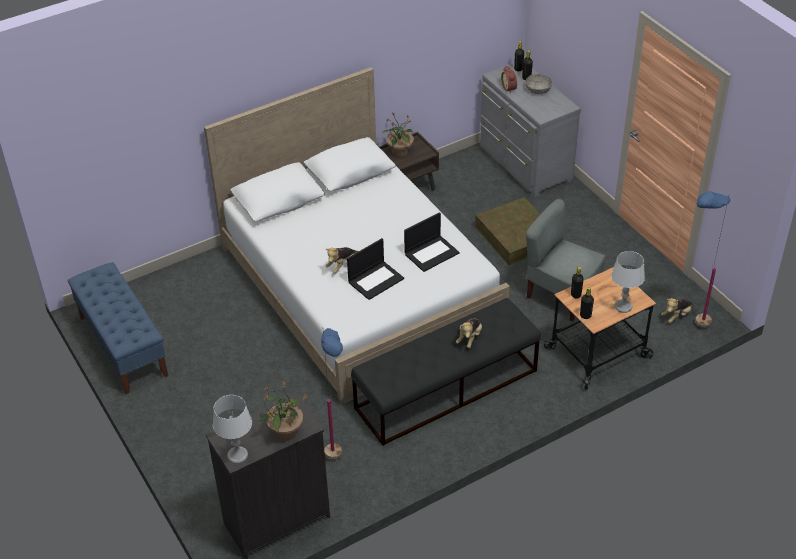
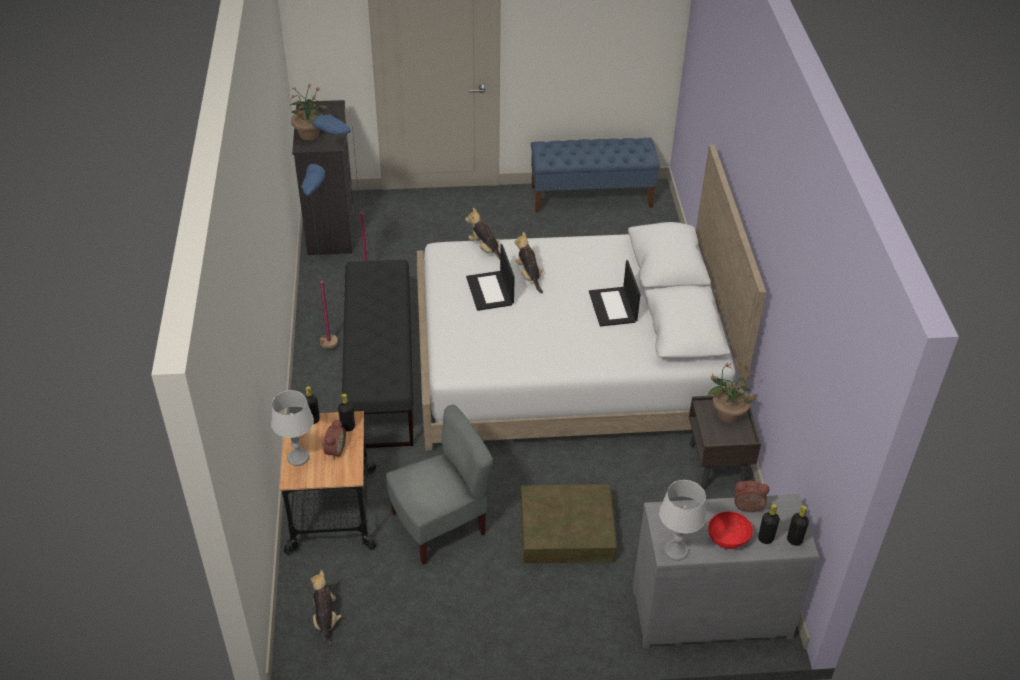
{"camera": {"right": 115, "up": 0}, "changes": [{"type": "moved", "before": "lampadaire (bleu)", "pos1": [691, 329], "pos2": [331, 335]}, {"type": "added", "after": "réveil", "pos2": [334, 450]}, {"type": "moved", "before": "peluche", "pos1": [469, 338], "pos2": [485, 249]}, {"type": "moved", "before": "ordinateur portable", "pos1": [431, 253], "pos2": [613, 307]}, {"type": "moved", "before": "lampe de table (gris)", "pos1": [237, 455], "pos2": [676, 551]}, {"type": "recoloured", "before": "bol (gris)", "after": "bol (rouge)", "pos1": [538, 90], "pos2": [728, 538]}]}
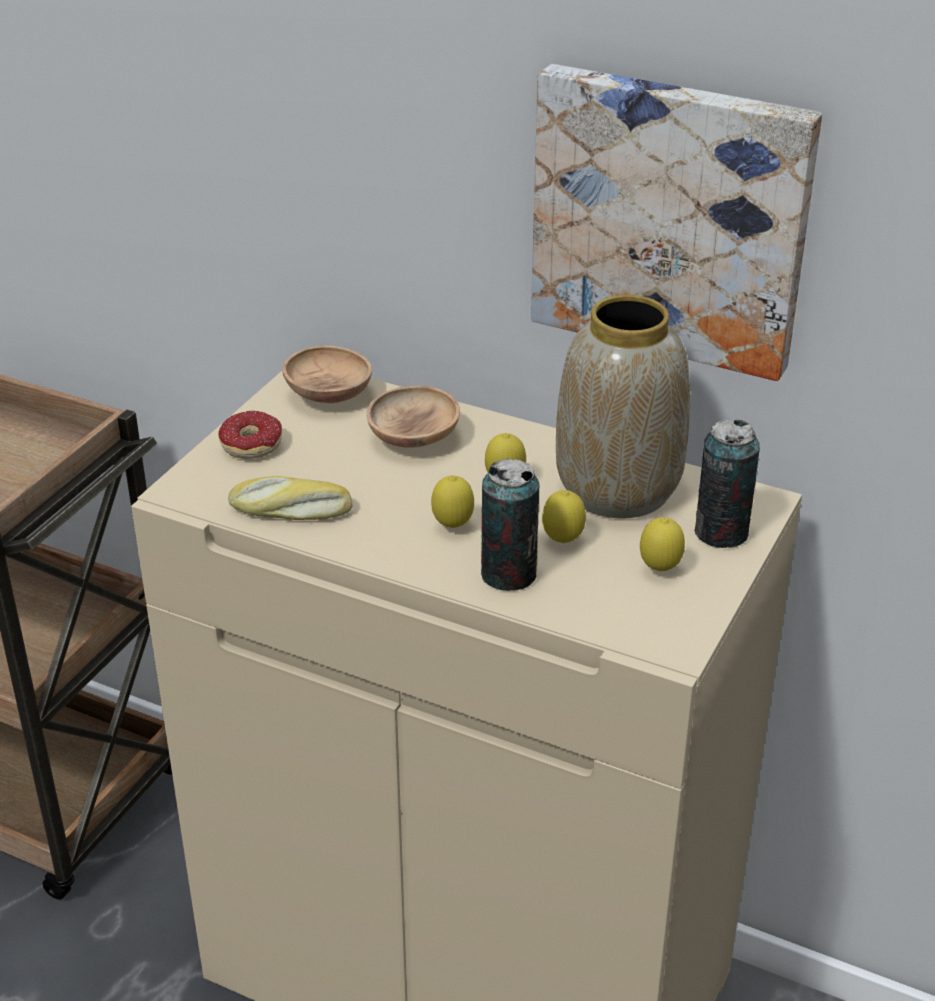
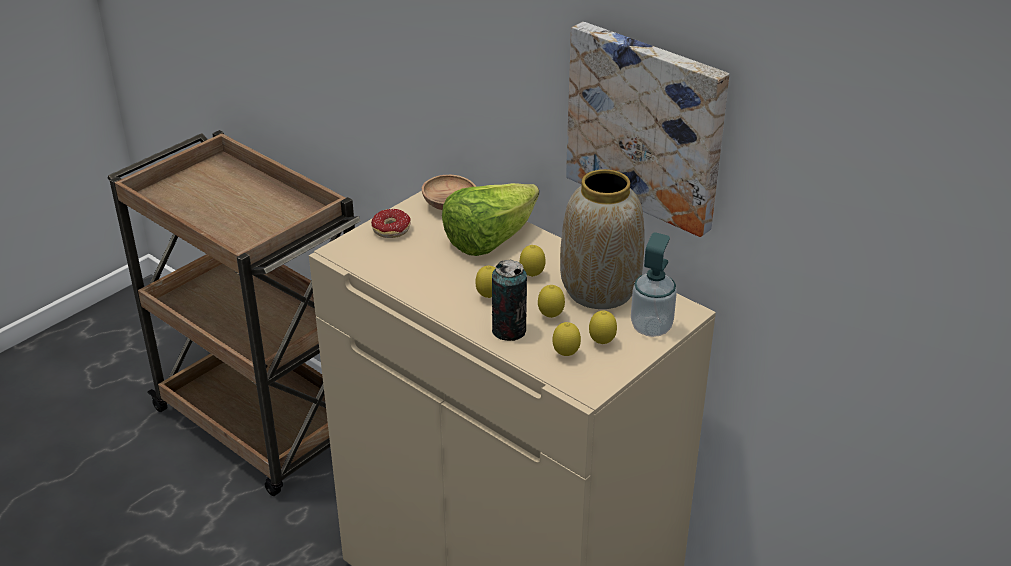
{"camera": {"right": 15, "up": 0}, "changes": [{"type": "replaced", "before": "bol (marron)", "after": "laitue", "pos1": [414, 438], "pos2": [489, 240]}, {"type": "added", "after": "citron", "pos2": [566, 355]}, {"type": "replaced", "before": "boîte métallique", "after": "distributeur de savon", "pos1": [721, 533], "pos2": [651, 327]}, {"type": "removed", "before": "pain", "pos1": [290, 512]}]}
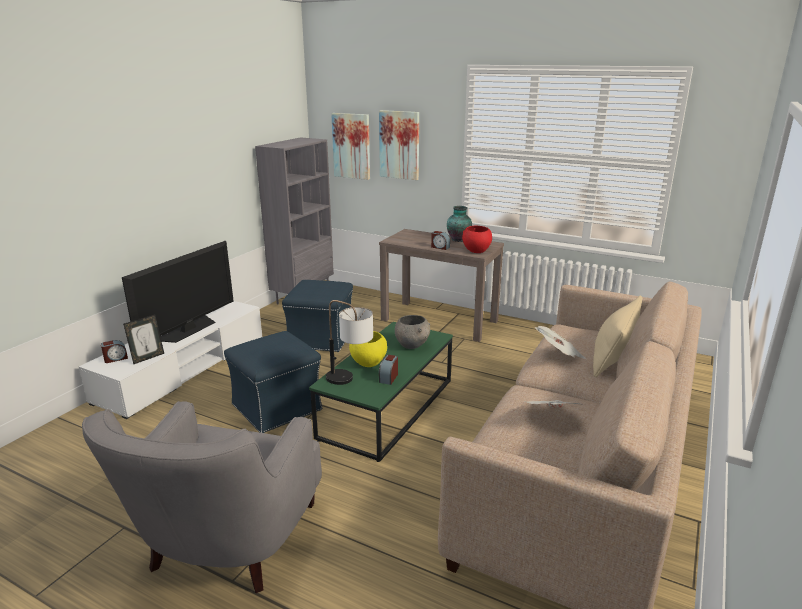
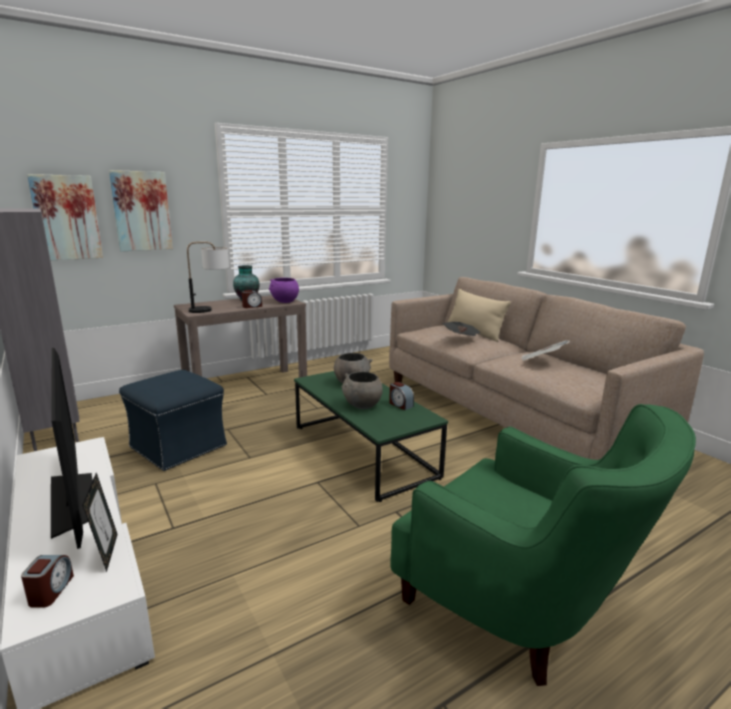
{"camera": {"right": -60, "up": -5}, "changes": [{"type": "moved", "before": "lampe de table", "pos1": [350, 382], "pos2": [211, 309]}, {"type": "recoloured", "before": "bol (rouge)", "after": "bol (violet)", "pos1": [476, 251], "pos2": [284, 301]}, {"type": "recoloured", "before": "bol (jaune)", "after": "bol (gris)", "pos1": [368, 362], "pos2": [362, 405]}, {"type": "recoloured", "before": "fauteuil (gris)", "after": "fauteuil (vert)", "pos1": [226, 544], "pos2": [519, 605]}, {"type": "removed", "before": "pouf (bleu)", "pos1": [277, 407]}]}
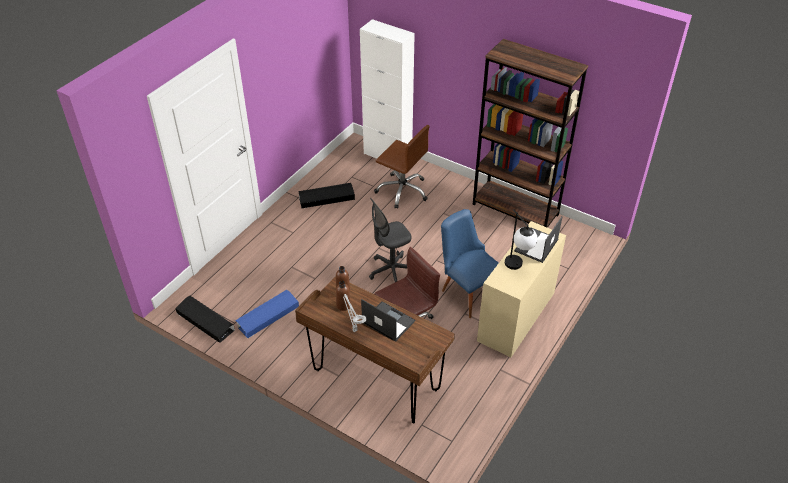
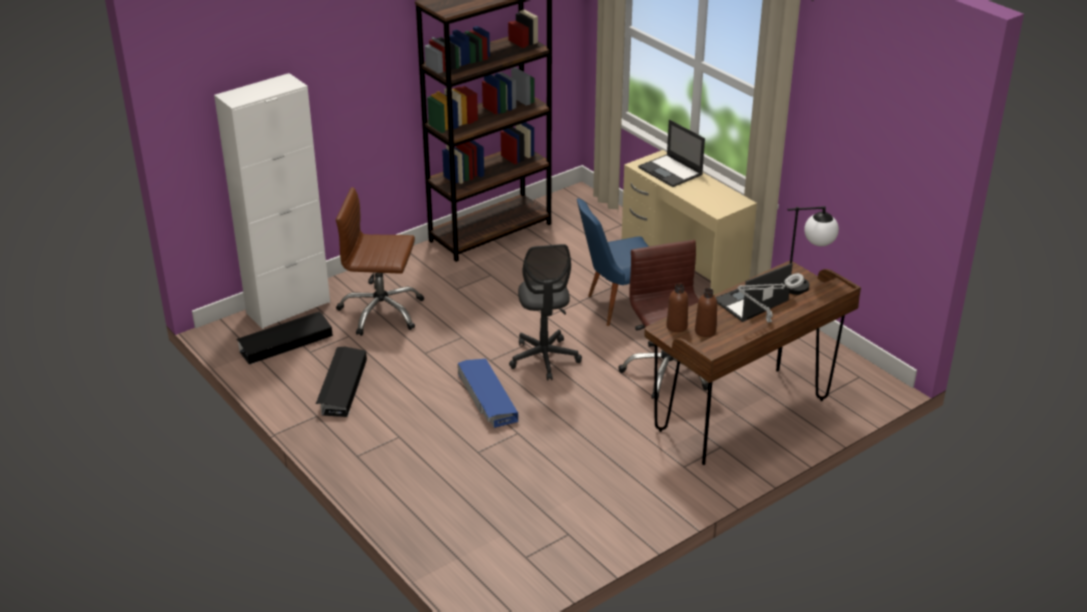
{"camera": {"right": -70, "up": -10}, "changes": [{"type": "moved", "before": "boîte de rangement (noir)", "pos1": [205, 321], "pos2": [285, 343]}, {"type": "turned", "before": "chaise de bureau (marron)", "pos1": [402, 190], "pos2": [381, 312], "turn": -135}, {"type": "moved", "before": "boîte de rangement (bleu)", "pos1": [267, 316], "pos2": [487, 398]}, {"type": "moved", "before": "lampe de table", "pos1": [517, 268], "pos2": [806, 286]}]}
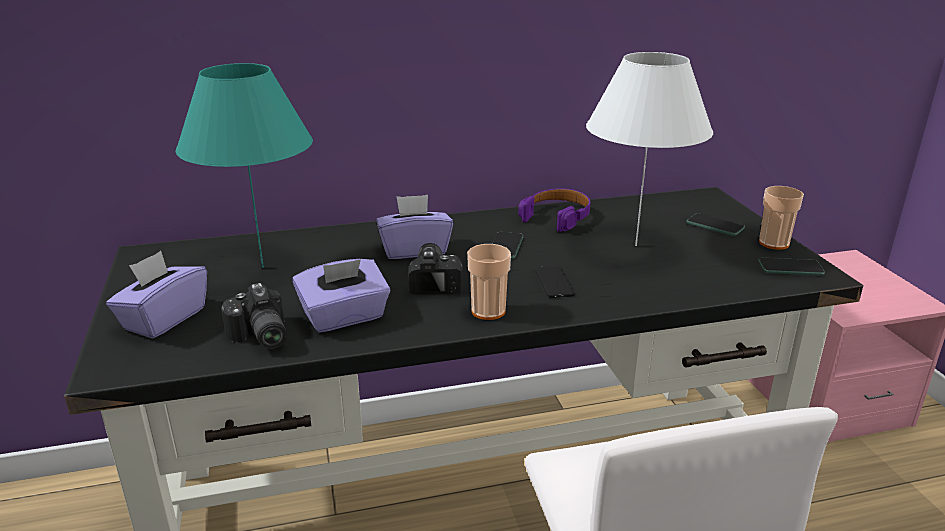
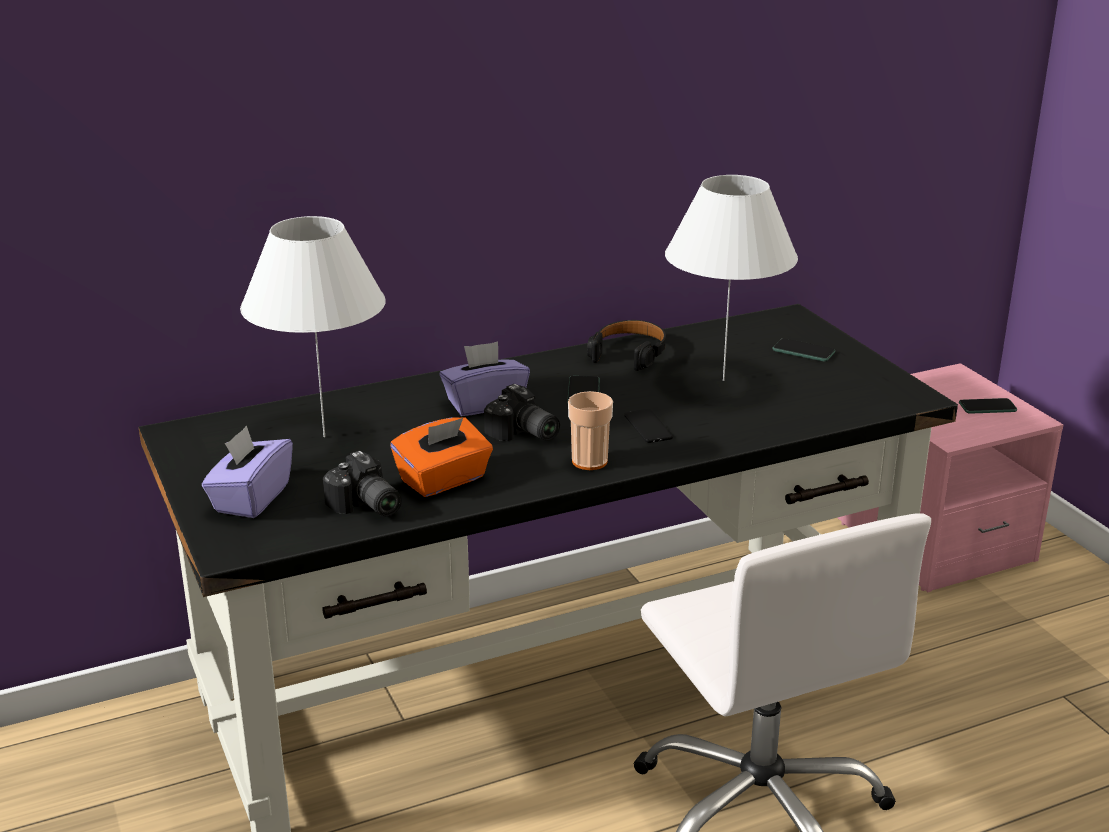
{"camera": {"right": -10, "up": 0}, "changes": [{"type": "recoloured", "before": "lampe de table (turquoise)", "after": "lampe de table (blanc)", "pos1": [263, 267], "pos2": [324, 436]}, {"type": "recoloured", "before": "boîte à mouchoirs (violet)", "after": "boîte à mouchoirs (orange)", "pos1": [344, 317], "pos2": [443, 480]}, {"type": "turned", "before": "appareil photo", "pos1": [436, 280], "pos2": [523, 434], "turn": 150}, {"type": "recoloured", "before": "casque audio (violet)", "after": "casque audio (noir)", "pos1": [557, 216], "pos2": [629, 353]}, {"type": "moved", "before": "téléphone", "pos1": [790, 268], "pos2": [987, 407]}, {"type": "removed", "before": "tasse", "pos1": [774, 243]}]}
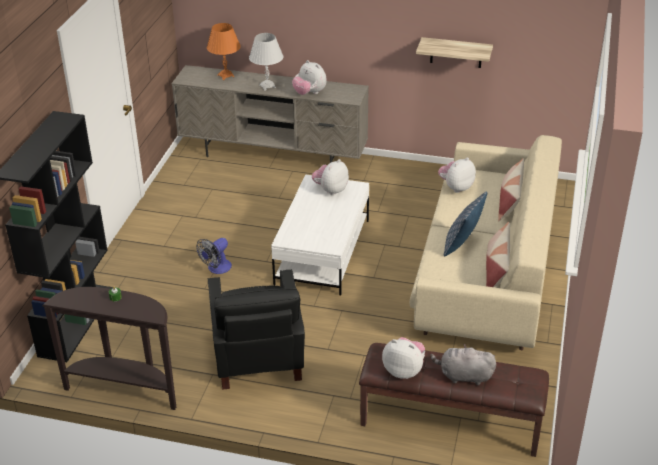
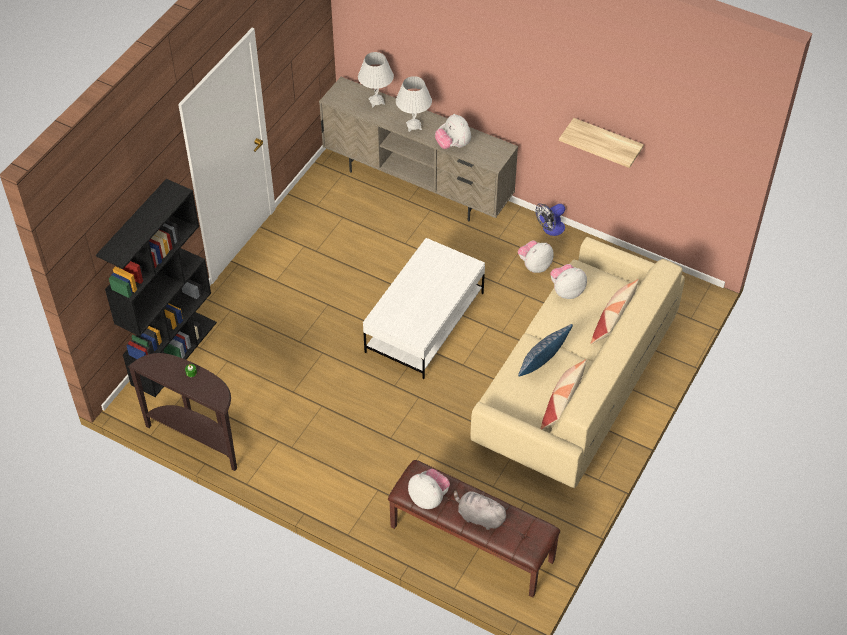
{"camera": {"right": 15, "up": 15}, "changes": [{"type": "recoloured", "before": "lampe de table (orange)", "after": "lampe de table (blanc)", "pos1": [225, 76], "pos2": [376, 101]}, {"type": "moved", "before": "peluche", "pos1": [330, 190], "pos2": [534, 265]}, {"type": "moved", "before": "ventilateur", "pos1": [216, 269], "pos2": [550, 229]}, {"type": "removed", "before": "fauteuil (noir)", "pos1": [257, 359]}]}
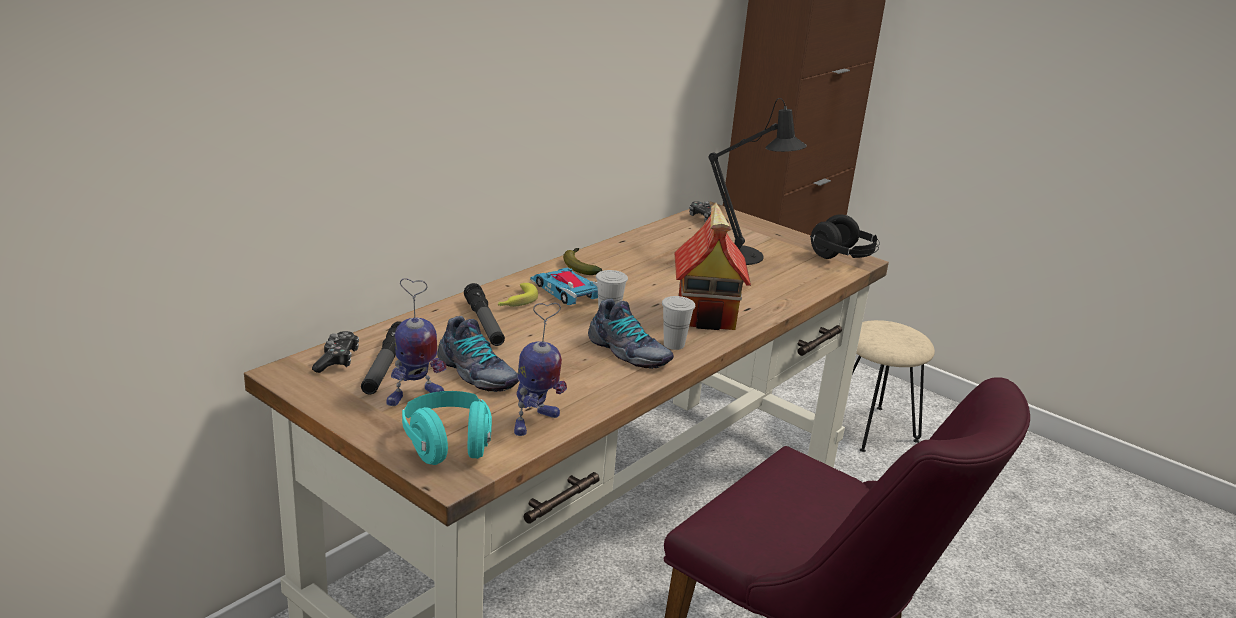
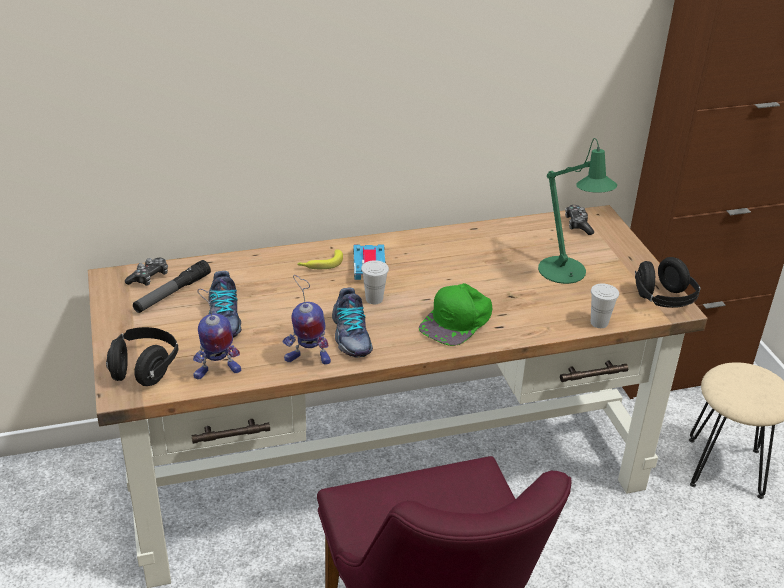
{"camera": {"right": 35, "up": 10}, "changes": [{"type": "recoloured", "before": "casque audio (turquoise)", "after": "casque audio (noir)", "pos1": [448, 445], "pos2": [144, 369]}, {"type": "moved", "before": "robot jouet", "pos1": [414, 397], "pos2": [307, 359]}, {"type": "replaced", "before": "maison miniature", "after": "casquette (vert)", "pos1": [707, 314], "pos2": [457, 321]}, {"type": "recoloured", "before": "lampe de table (noir)", "after": "lampe de table (vert)", "pos1": [745, 257], "pos2": [566, 274]}, {"type": "moved", "before": "tasse (blanc)", "pos1": [674, 344], "pos2": [599, 323]}, {"type": "removed", "before": "lampe de poche", "pos1": [484, 323]}, {"type": "removed", "before": "banane", "pos1": [579, 266]}]}
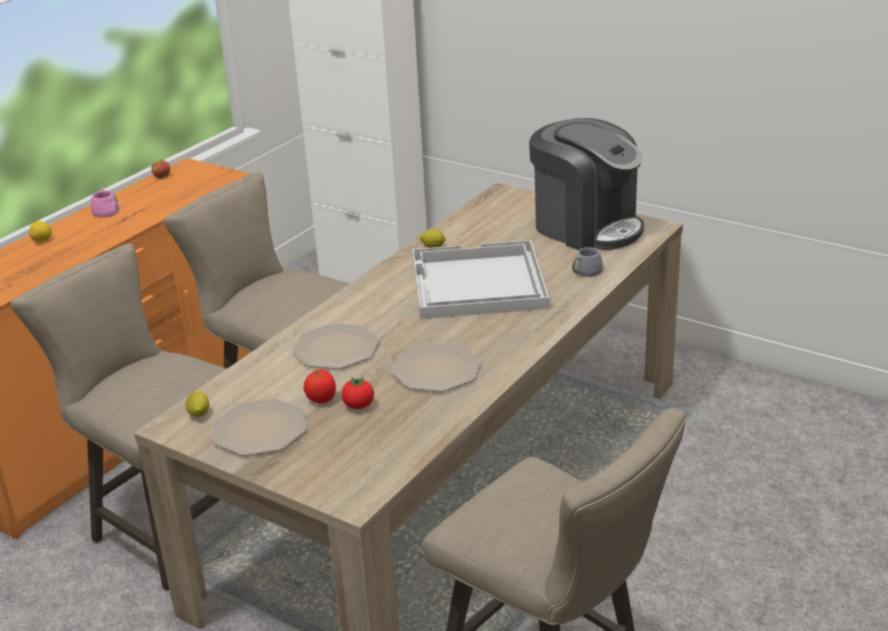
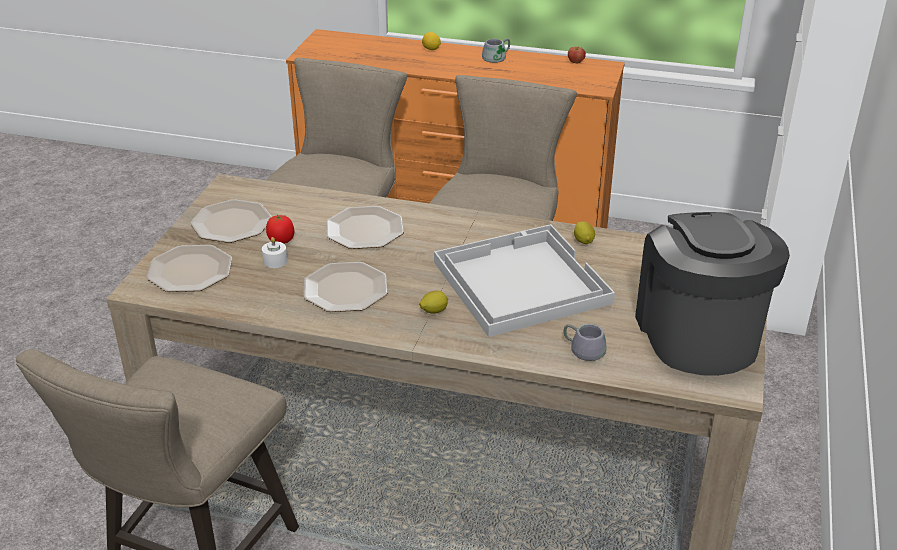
{"camera": {"right": 70, "up": 5}, "changes": [{"type": "added", "after": "assiette", "pos2": [189, 270]}, {"type": "replaced", "before": "tomate", "after": "bougie (blanc)", "pos1": [359, 406], "pos2": [275, 261]}, {"type": "moved", "before": "citron", "pos1": [199, 414], "pos2": [434, 311]}, {"type": "recoloured", "before": "mug (rose)", "after": "mug (gris)", "pos1": [109, 210], "pos2": [498, 58]}, {"type": "turned", "before": "machine à café", "pos1": [586, 227], "pos2": [698, 334], "turn": 150}]}
